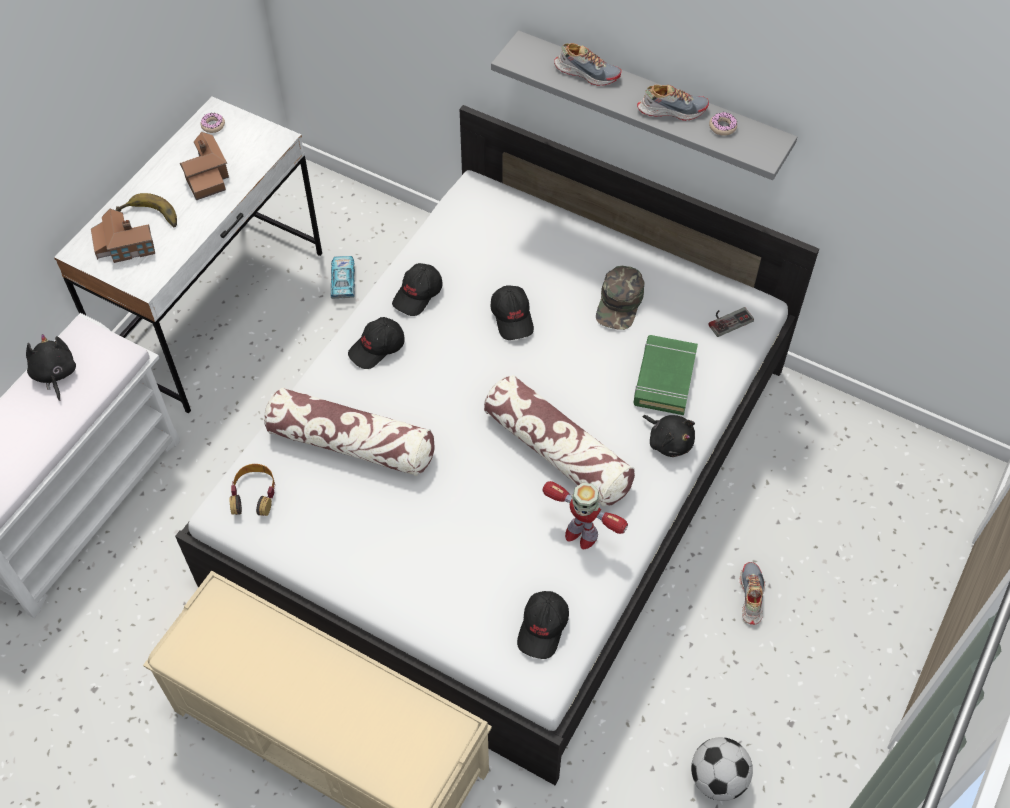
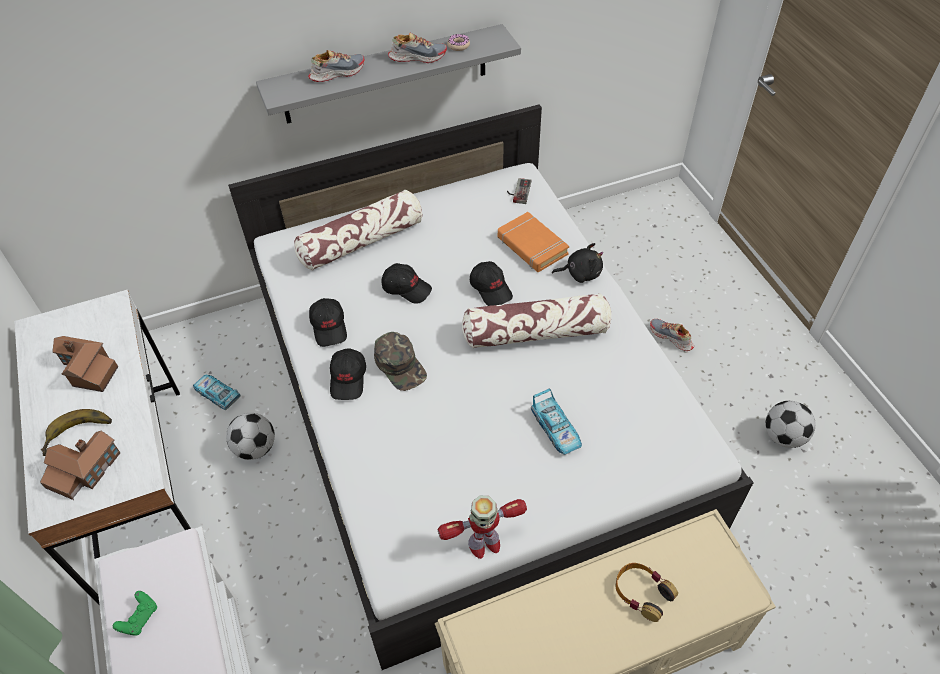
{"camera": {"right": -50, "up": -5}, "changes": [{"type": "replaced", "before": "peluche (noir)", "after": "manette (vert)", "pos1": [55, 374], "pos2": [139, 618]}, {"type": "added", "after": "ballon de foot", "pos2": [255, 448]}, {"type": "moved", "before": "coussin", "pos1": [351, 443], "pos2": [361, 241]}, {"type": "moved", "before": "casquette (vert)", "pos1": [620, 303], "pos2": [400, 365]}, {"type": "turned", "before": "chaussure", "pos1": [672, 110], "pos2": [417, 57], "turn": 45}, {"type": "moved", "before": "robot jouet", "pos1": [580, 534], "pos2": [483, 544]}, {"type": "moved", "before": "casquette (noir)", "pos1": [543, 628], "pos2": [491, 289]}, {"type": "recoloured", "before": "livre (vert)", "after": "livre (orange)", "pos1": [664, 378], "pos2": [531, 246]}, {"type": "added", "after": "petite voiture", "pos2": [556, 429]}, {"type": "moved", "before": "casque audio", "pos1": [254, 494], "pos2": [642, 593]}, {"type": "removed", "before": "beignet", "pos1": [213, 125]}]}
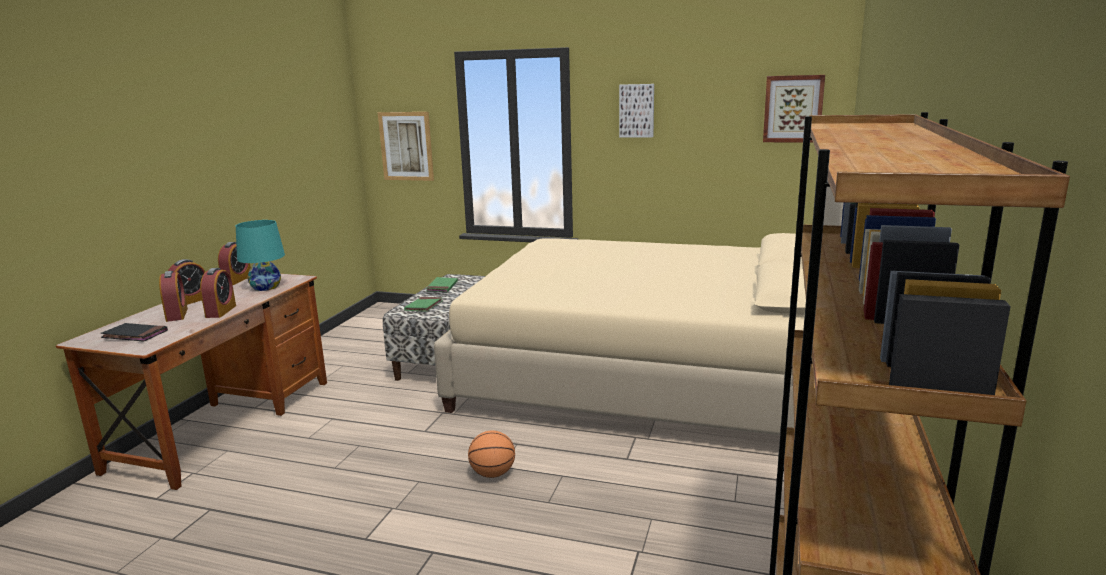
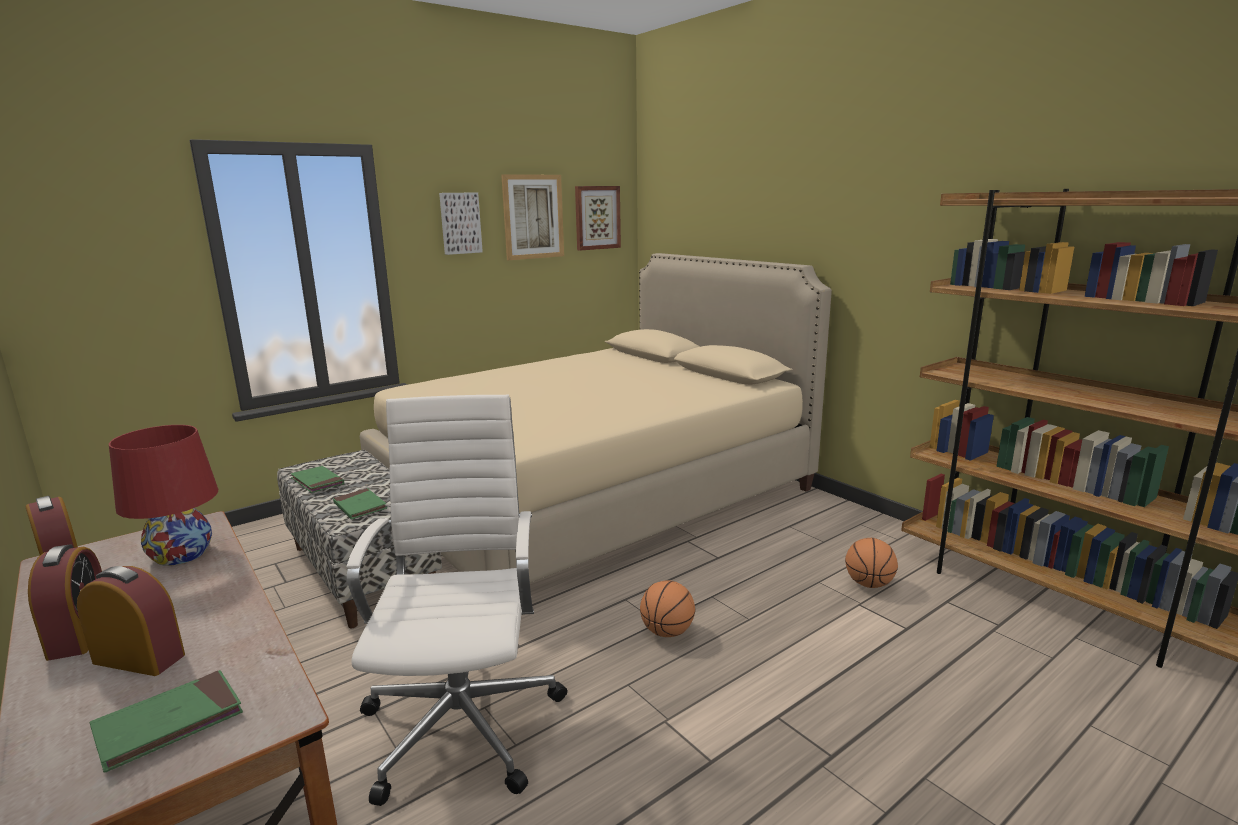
{"camera": {"right": -55, "up": 0}, "changes": [{"type": "recoloured", "before": "livre (noir)", "after": "livre (vert)", "pos1": [135, 335], "pos2": [169, 723]}, {"type": "recoloured", "before": "lampe de table (turquoise)", "after": "lampe de table (rouge)", "pos1": [265, 287], "pos2": [180, 554]}, {"type": "added", "after": "chaise de bureau (blanc)", "pos2": [463, 720]}, {"type": "moved", "before": "tableau", "pos1": [406, 146], "pos2": [533, 217]}, {"type": "added", "after": "ballon de basket", "pos2": [868, 584]}, {"type": "removed", "before": "réveil", "pos1": [221, 311]}]}
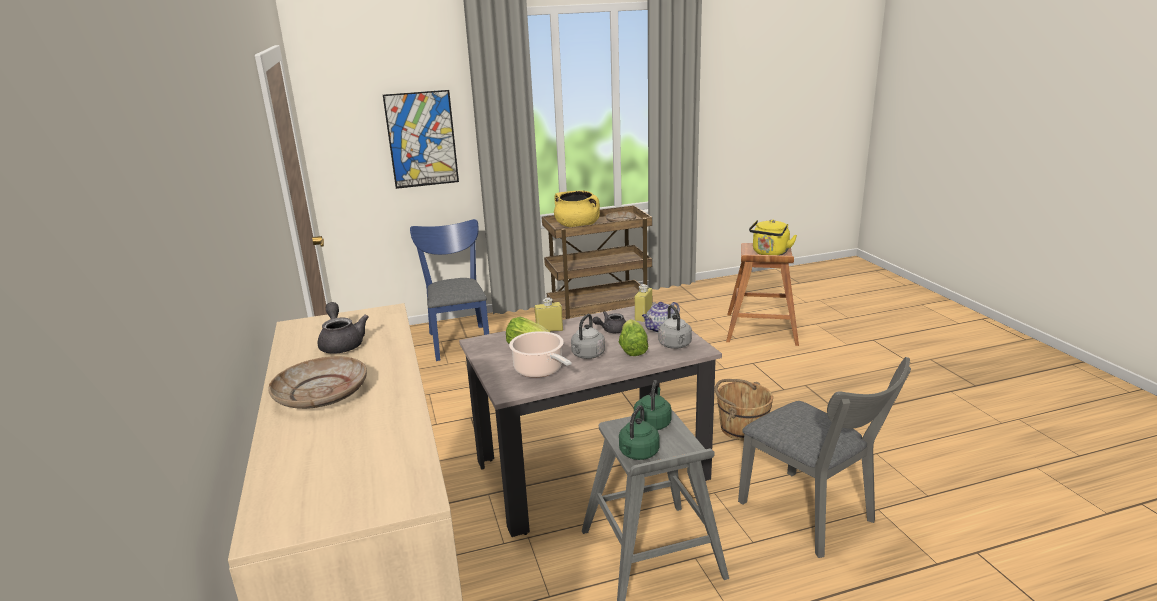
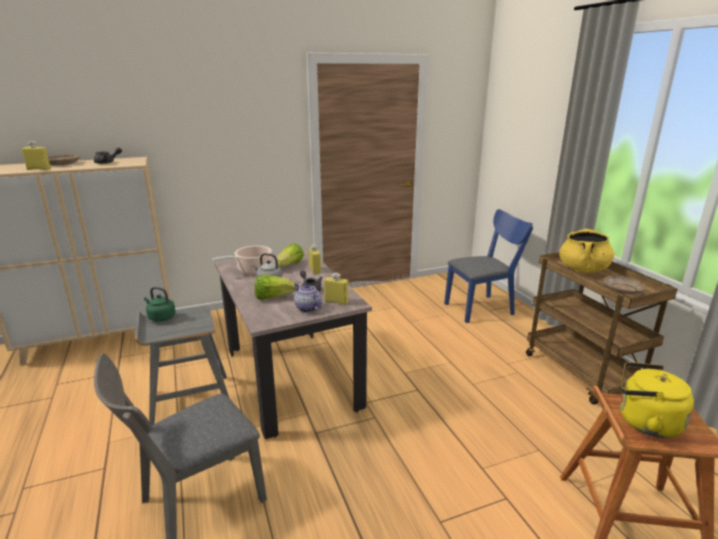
{"camera": {"right": 85, "up": 0}, "changes": [{"type": "added", "after": "bouteille (jaune)", "pos2": [39, 169]}, {"type": "removed", "before": "tableau", "pos1": [422, 139]}, {"type": "removed", "before": "bouilloire (vert)", "pos1": [652, 423]}, {"type": "removed", "before": "bouilloire (gris)", "pos1": [675, 345]}, {"type": "removed", "before": "seau (marron)", "pos1": [741, 428]}]}
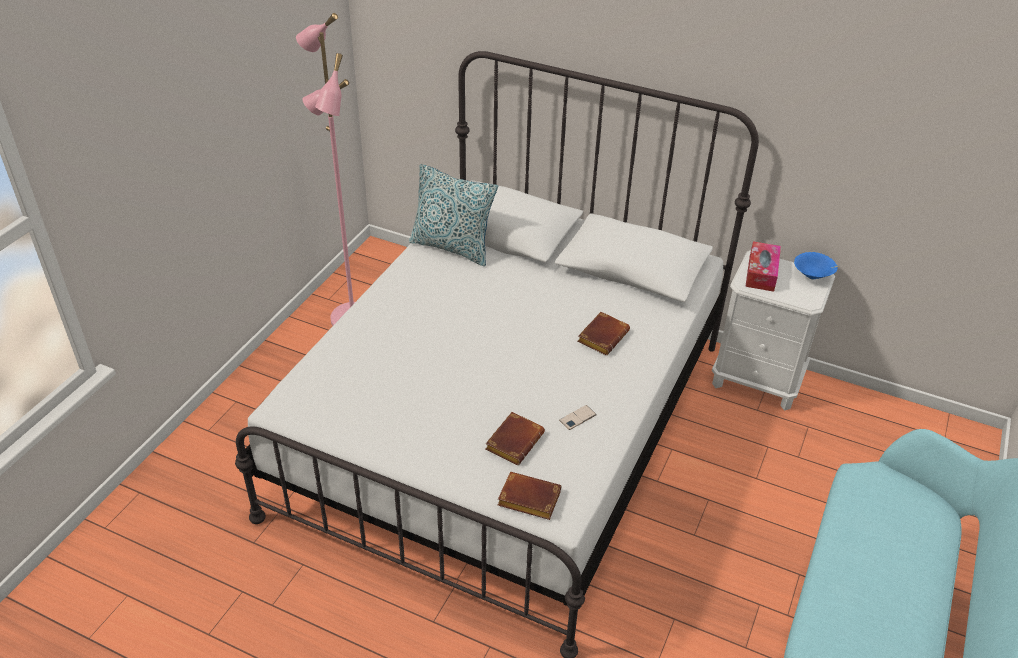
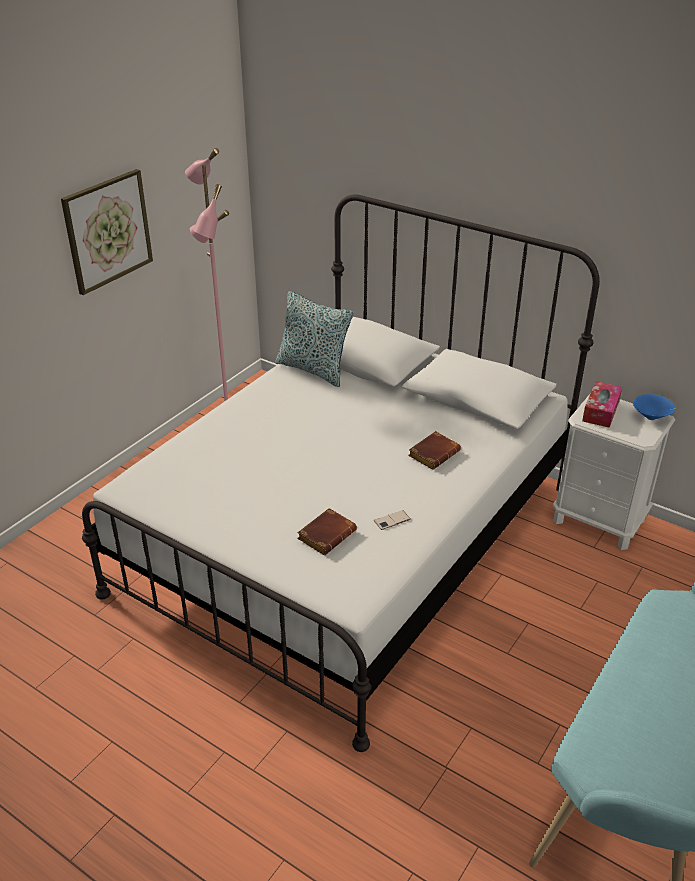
{"camera": {"right": 10, "up": -5}, "changes": [{"type": "added", "after": "tableau", "pos2": [107, 231]}, {"type": "removed", "before": "livre (marron)", "pos1": [527, 500]}]}
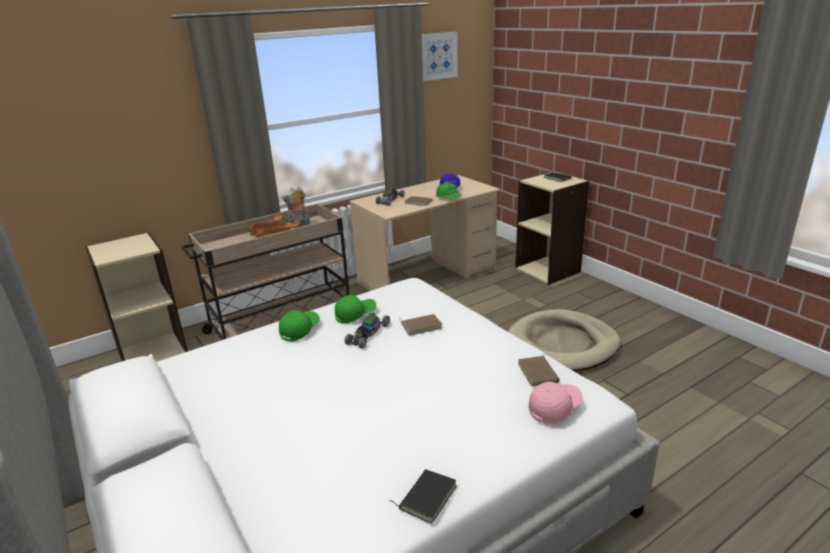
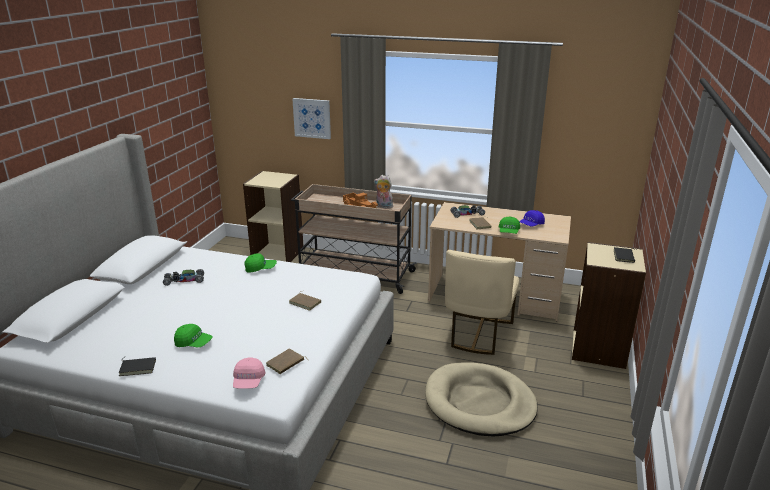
{"camera": {"right": 50, "up": 0}, "changes": [{"type": "moved", "before": "petite voiture", "pos1": [368, 334], "pos2": [184, 281]}, {"type": "moved", "before": "casquette (vert)", "pos1": [355, 315], "pos2": [194, 343]}, {"type": "turned", "before": "casquette (rose)", "pos1": [555, 408], "pos2": [248, 381], "turn": 75}, {"type": "moved", "before": "tableau", "pos1": [438, 56], "pos2": [312, 118]}, {"type": "added", "after": "chaise (beige)", "pos2": [477, 333]}]}
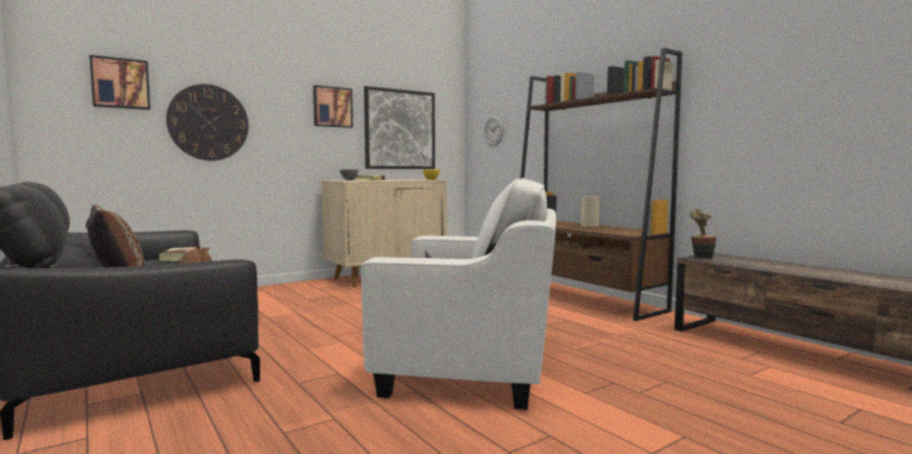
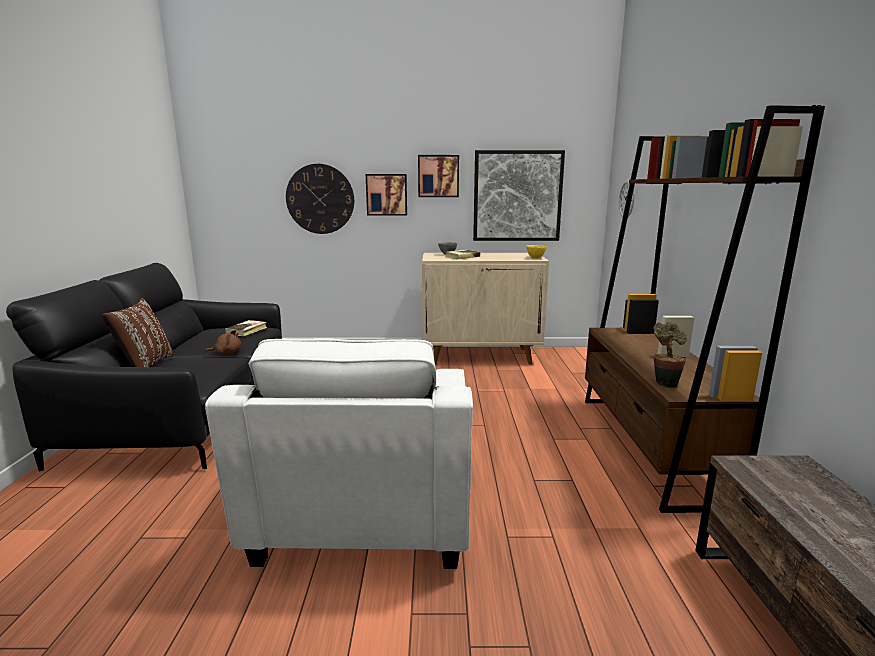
{"camera": {"right": 35, "up": 10}, "changes": [{"type": "turned", "before": "fauteuil (blanc)", "pos1": [468, 368], "pos2": [363, 518], "turn": 45}, {"type": "moved", "before": "tableau", "pos1": [120, 83], "pos2": [386, 194]}, {"type": "moved", "before": "plante en pot", "pos1": [701, 258], "pos2": [665, 383]}]}
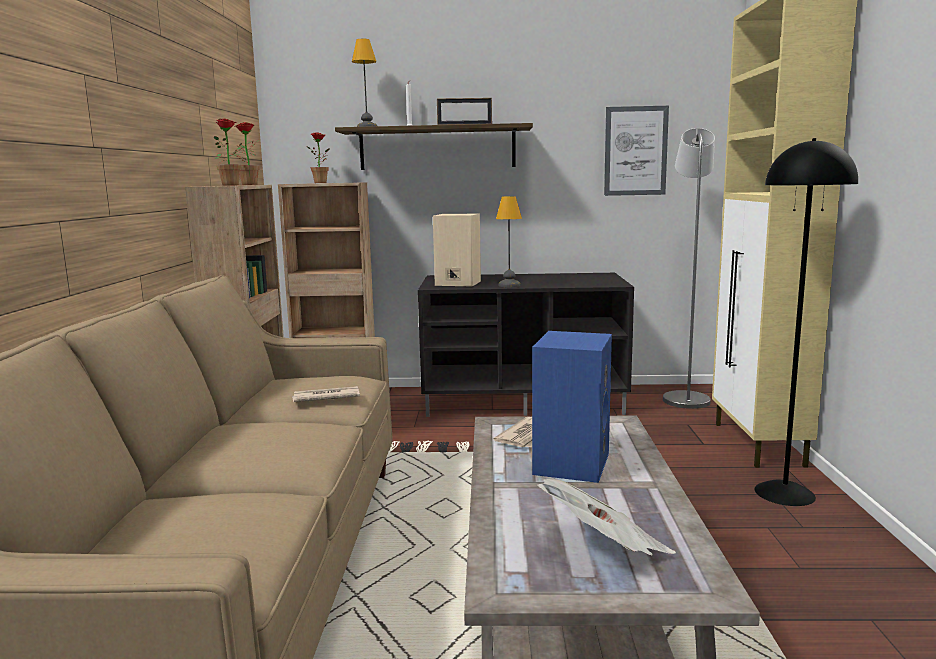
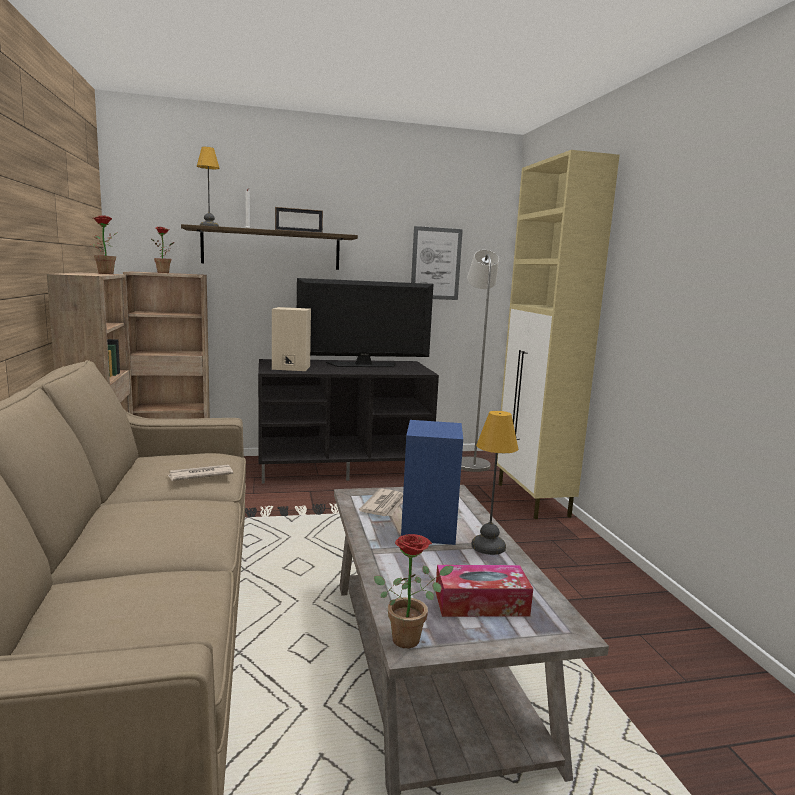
{"camera": {"right": -15, "up": 0}, "changes": [{"type": "added", "after": "téléviseur", "pos2": [363, 365]}, {"type": "moved", "before": "plante en pot", "pos1": [234, 185], "pos2": [410, 637]}, {"type": "replaced", "before": "journal", "after": "boîte à mouchoirs", "pos1": [605, 550], "pos2": [481, 603]}, {"type": "moved", "before": "lampe de table", "pos1": [508, 285], "pos2": [487, 546]}, {"type": "removed", "before": "lampadaire (noir)", "pos1": [784, 493]}]}
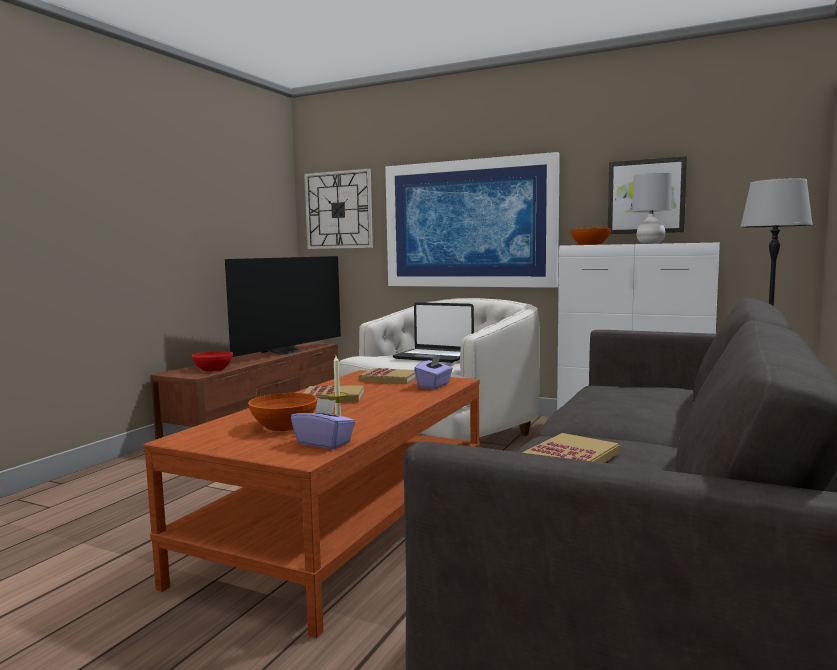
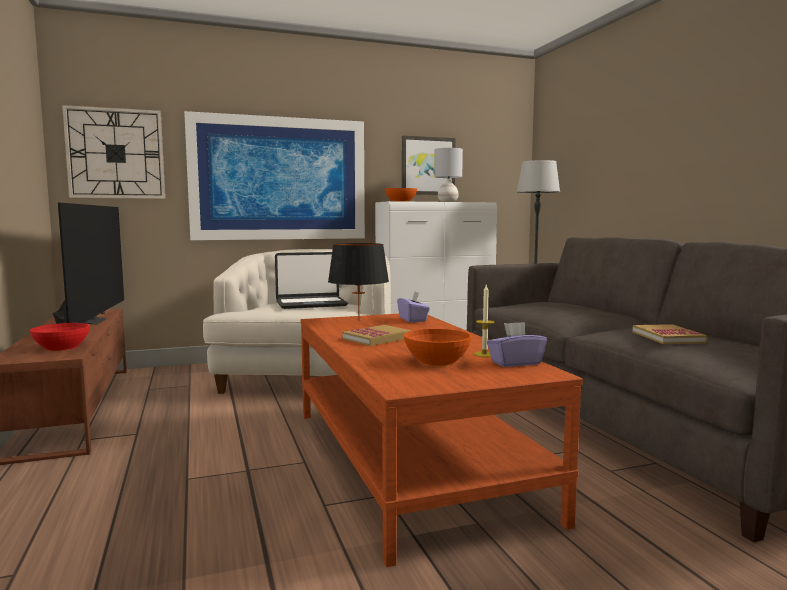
{"camera": {"right": -45, "up": 0}, "changes": [{"type": "replaced", "before": "livre", "after": "lampe de table (noir)", "pos1": [389, 379], "pos2": [358, 320]}]}
